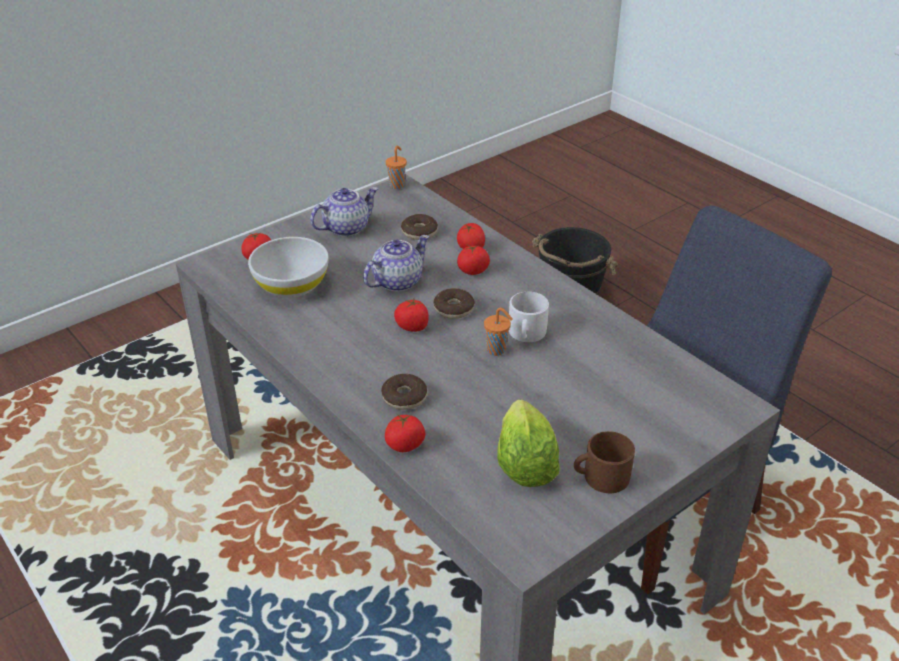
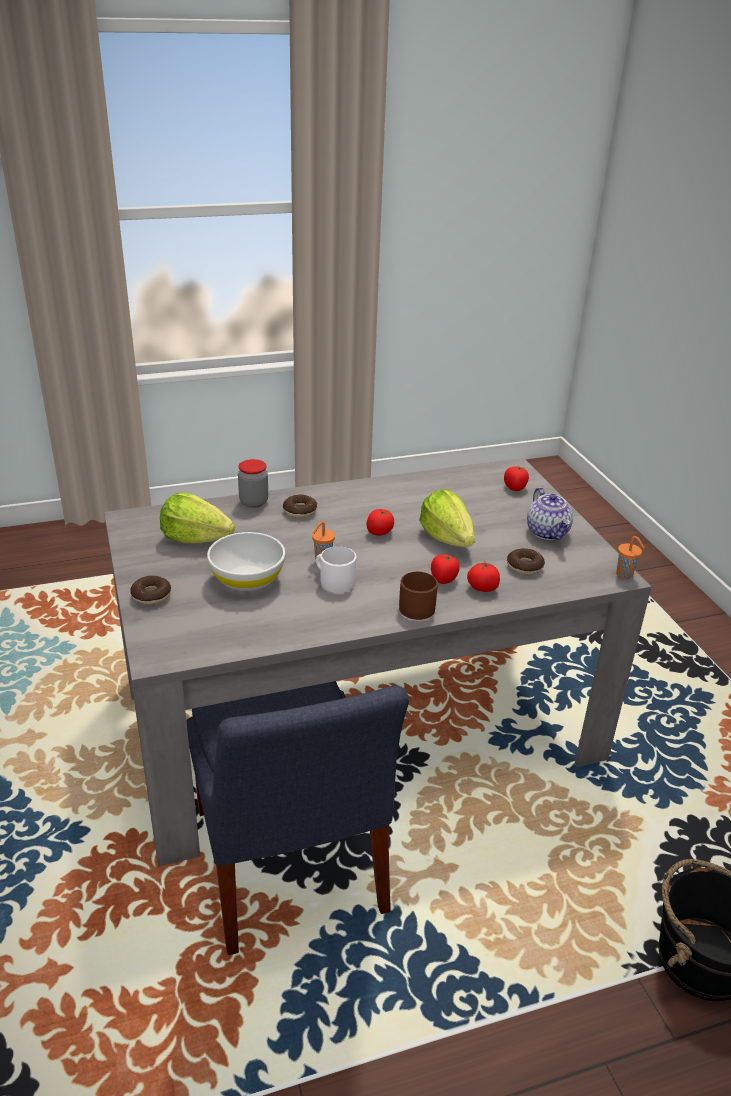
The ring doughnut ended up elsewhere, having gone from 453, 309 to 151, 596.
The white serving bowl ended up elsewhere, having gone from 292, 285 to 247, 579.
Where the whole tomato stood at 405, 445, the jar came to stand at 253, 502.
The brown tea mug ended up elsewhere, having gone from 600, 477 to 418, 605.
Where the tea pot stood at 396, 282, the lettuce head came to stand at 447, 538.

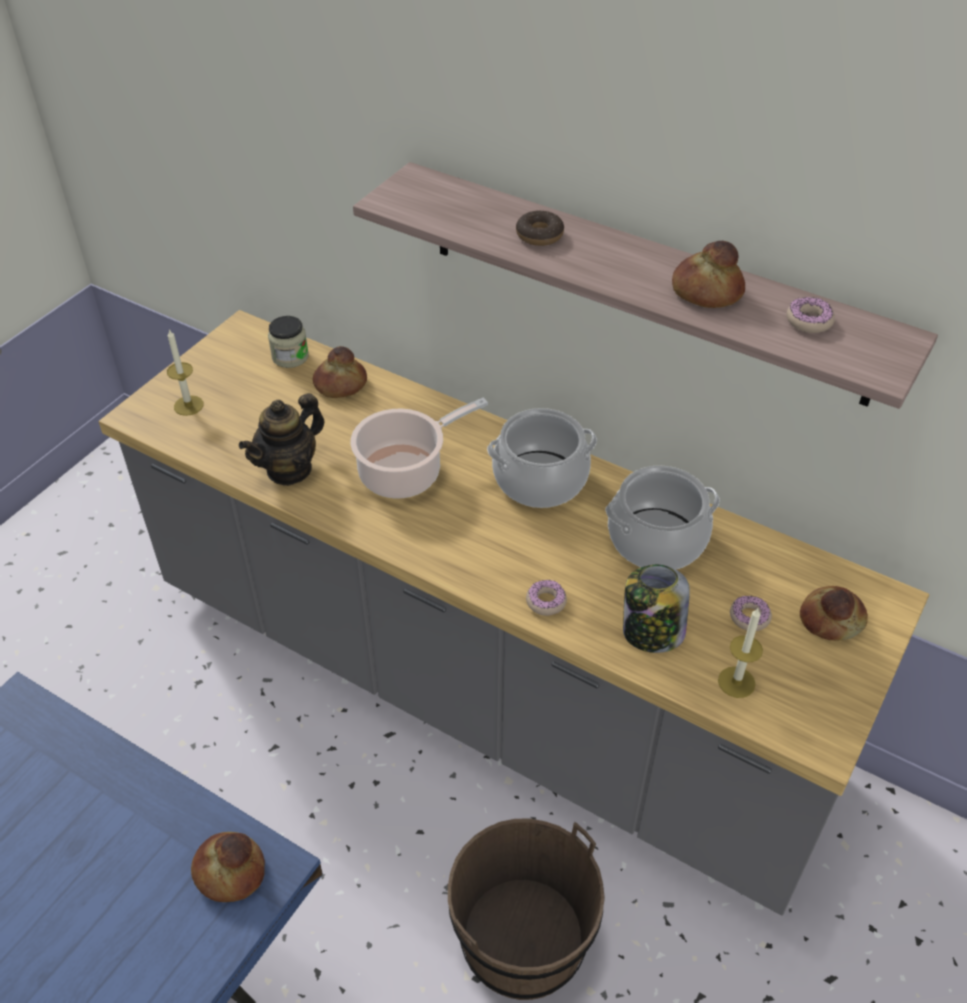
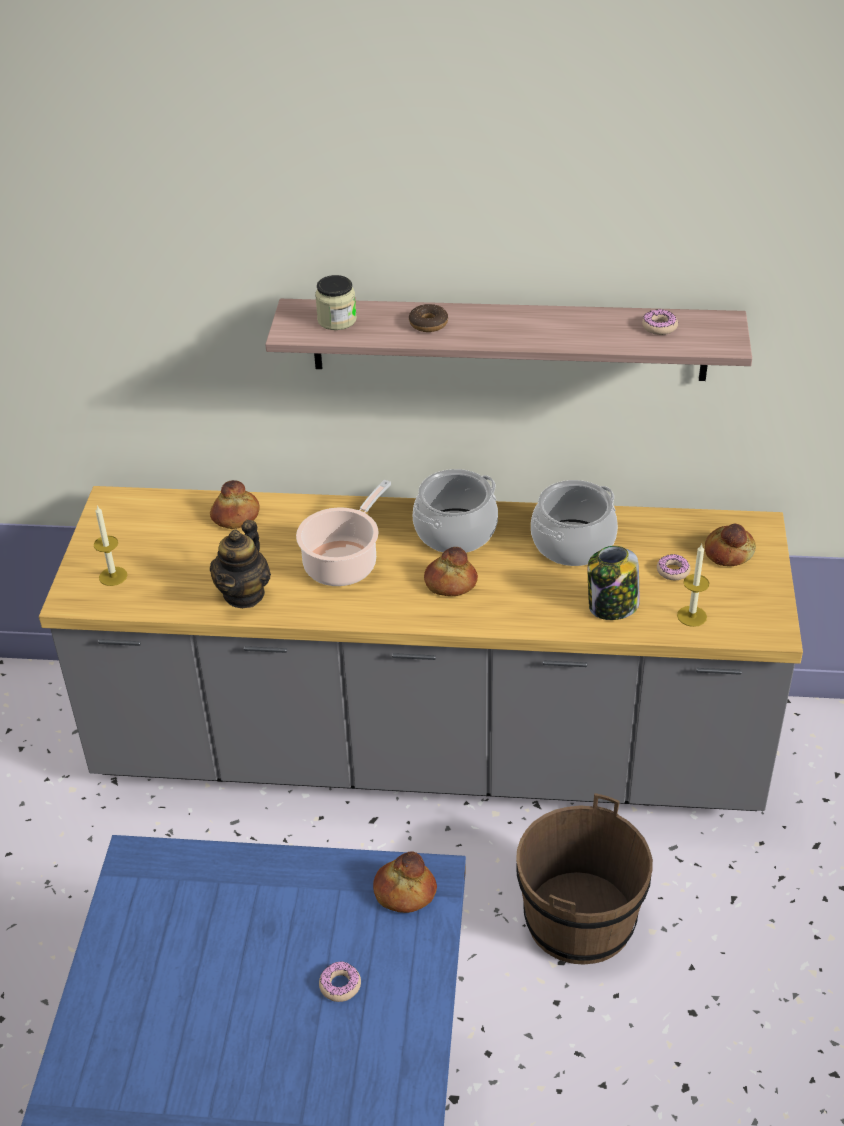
The jar ended up elsewhere, having gone from 290, 357 to 337, 320.
The ring doughnut ended up elsewhere, having gone from 546, 601 to 340, 985.
The baked bread ended up elsewhere, having gone from 705, 291 to 450, 583.

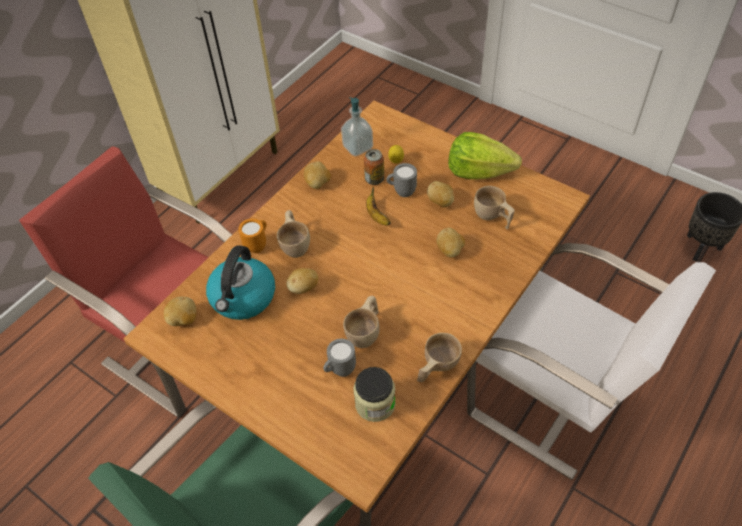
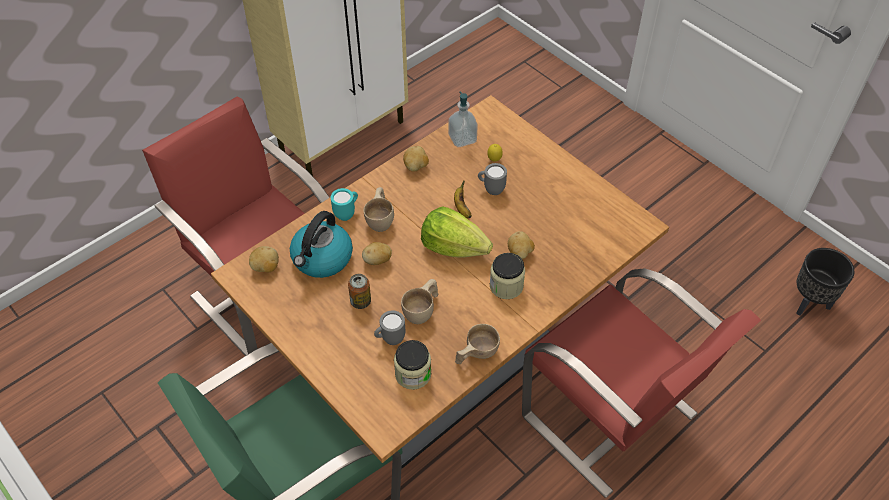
What was the orangey tea mug at 258, 245 turned into the turquoise tea mug at 347, 213.
The metal can ended up elsewhere, having gone from 374, 179 to 360, 301.
The lettuce head ended up elsewhere, having gone from 478, 171 to 453, 247.
The second view gained the jar at 506, 286.
What was the white plain chair at 553, 397 turned into the red-coloured plain chair at 611, 418.
The second view lost the spud at 440, 202.
The second view lost the sand-coloured cup at 492, 217.

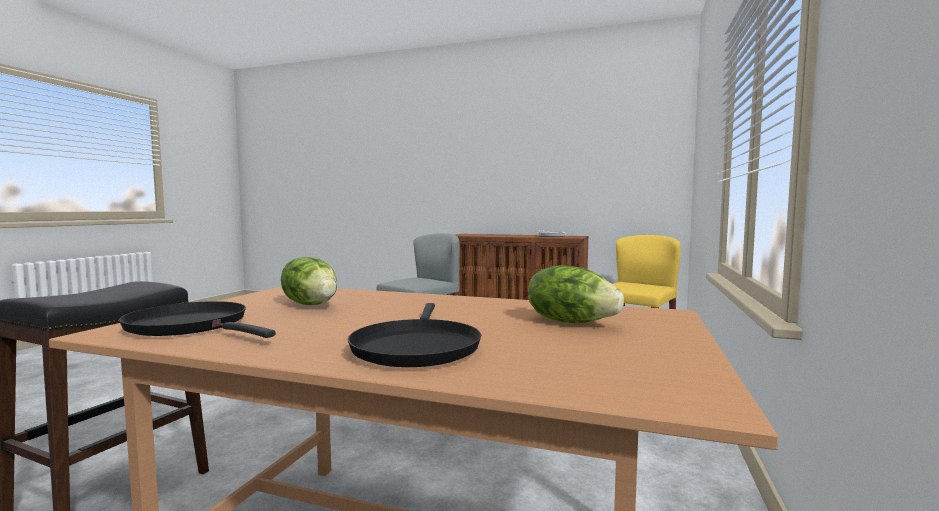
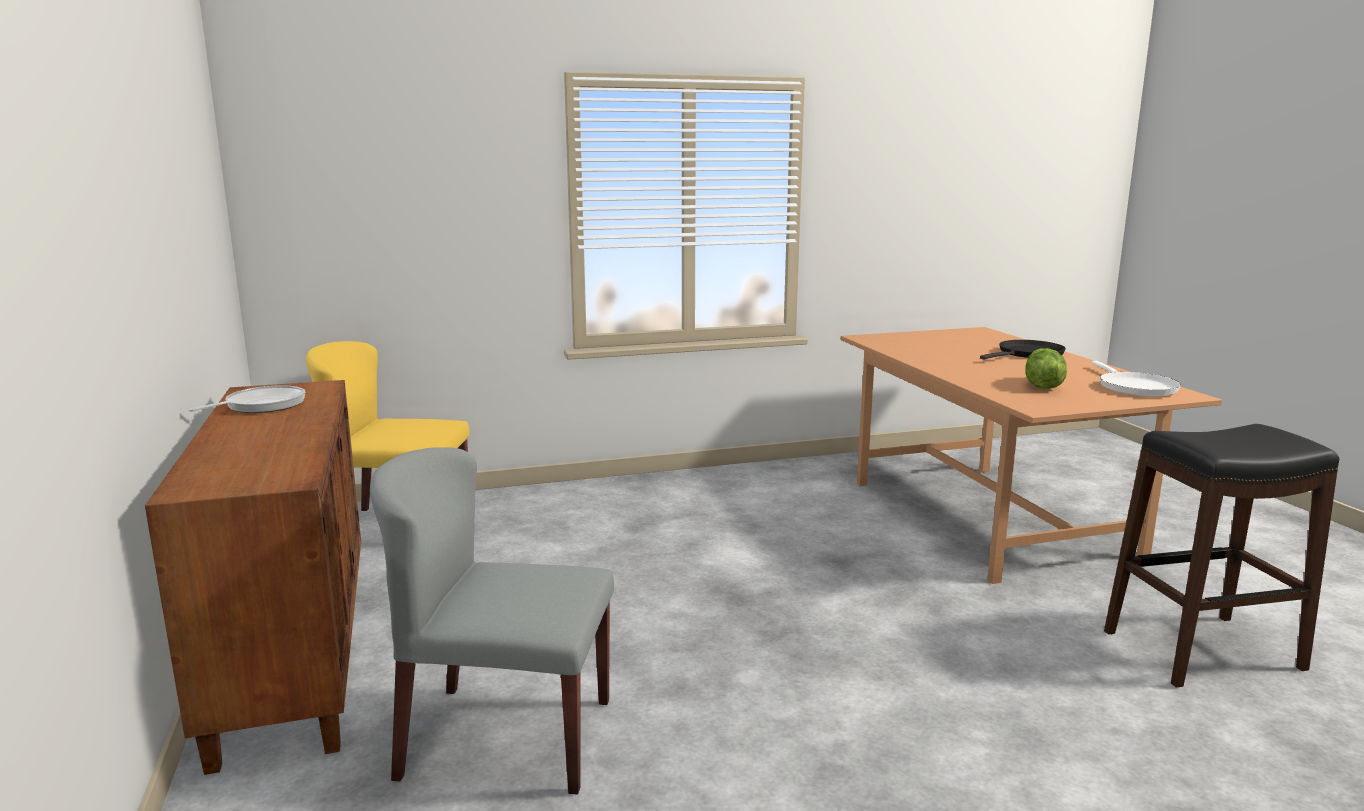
What was the black-coloured skillet at 192, 326 turned into the white skillet at 1134, 387.
The second view lost the lettuce head at 571, 322.

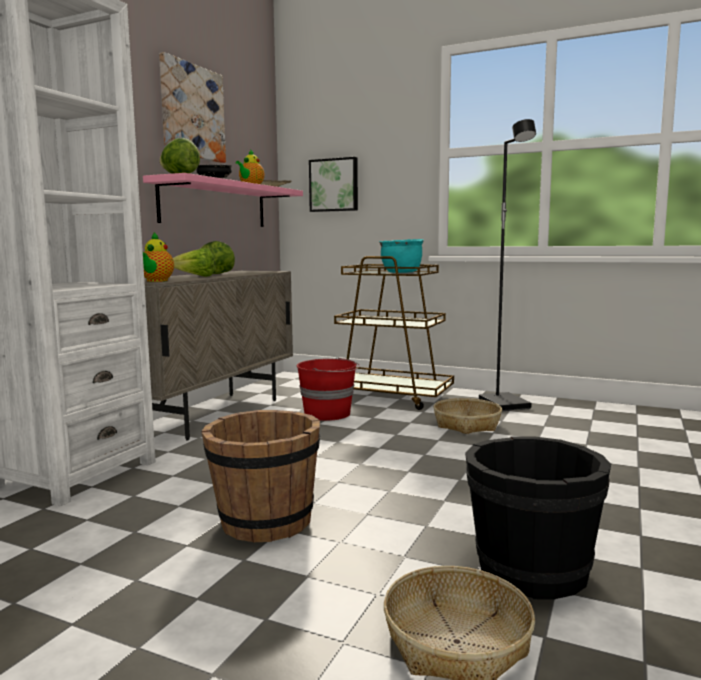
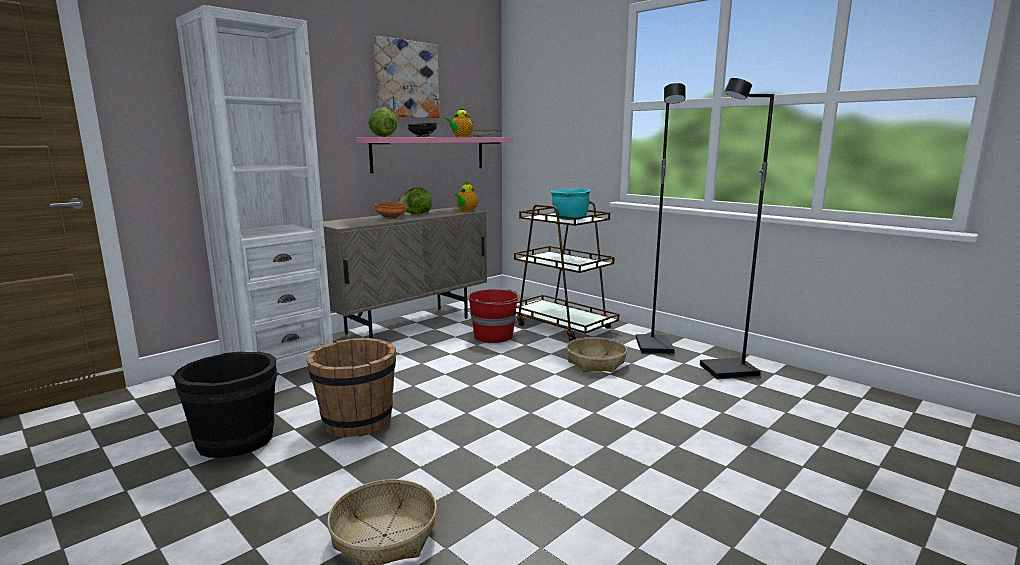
The black-coloured bucket ended up elsewhere, having gone from 530, 570 to 236, 440.
Where the lettuce head stood at 196, 276, the orangey serving bowl came to stand at 391, 218.
The tea pot ended up elsewhere, having gone from 156, 281 to 466, 211.
The second view gained the black-coloured standing lamp at 728, 371.
The second view lost the wall picture at 334, 185.

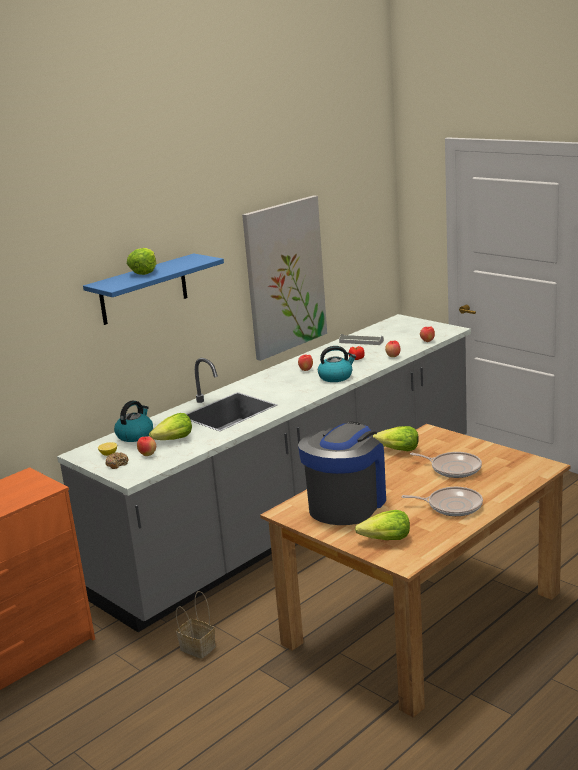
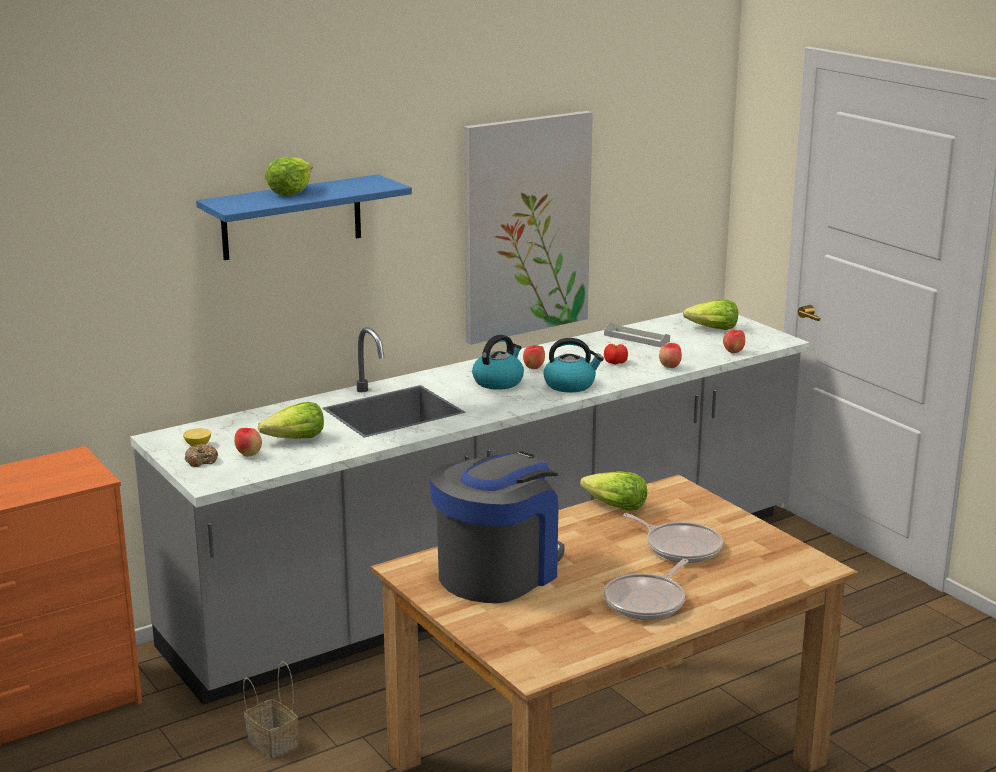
The tea kettle ended up elsewhere, having gone from 135, 435 to 498, 382.
The skillet at 452, 506 ended up facing another way, 105 degrees clockwise from before.
The lettuce head ended up elsewhere, having gone from 386, 540 to 712, 329.

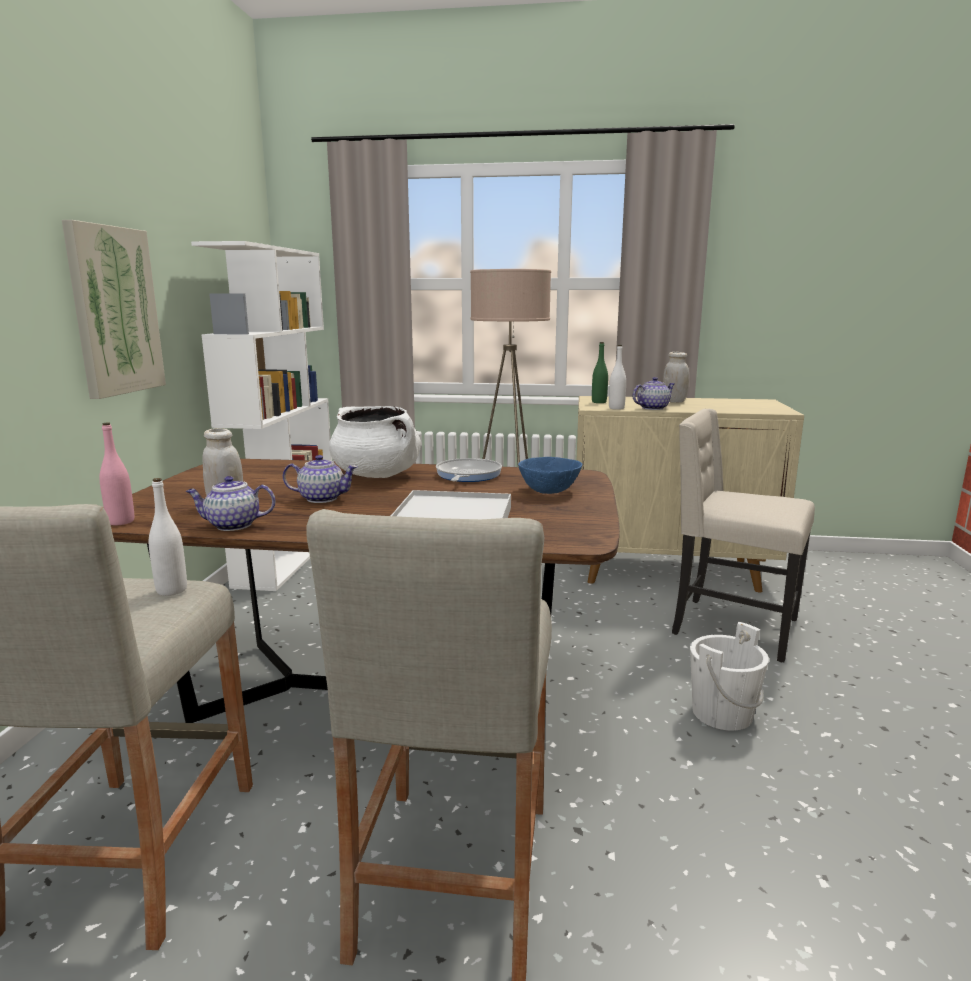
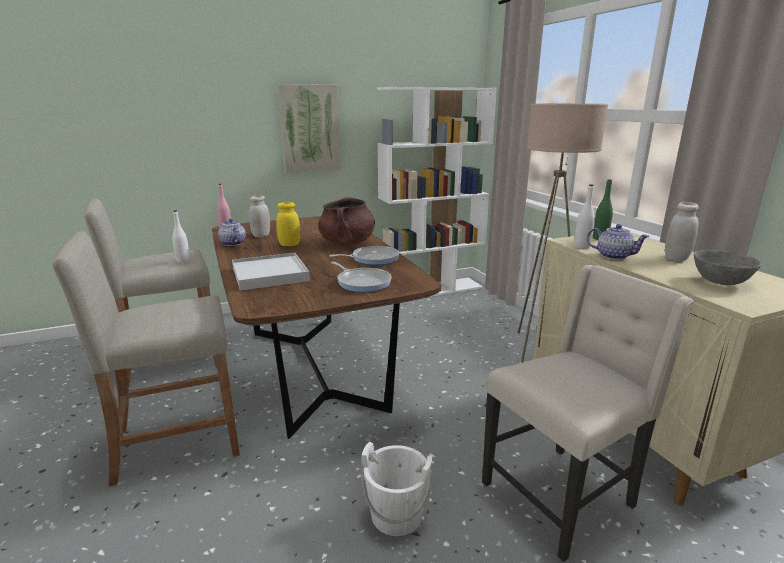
Where the tea pot stood at 321, 498, the yellow jar came to stand at 289, 245.
What was the white stockpot at 377, 475 turned into the brown stockpot at 347, 243.
Where the bluish serving bowl stood at 549, 491, the skillet came to stand at 362, 282.
The sand-coloured plain chair at 731, 627 ended up facing another way, 60 degrees clockwise from before.
The second view gained the grey serving bowl at 720, 281.

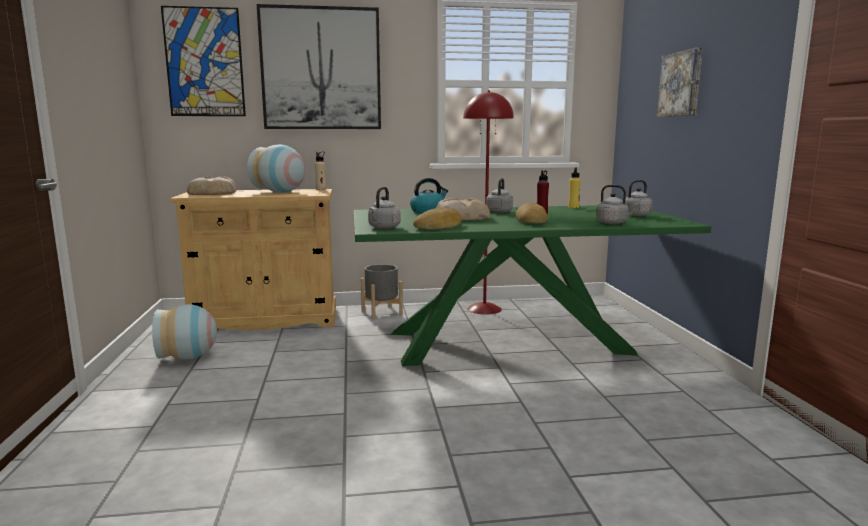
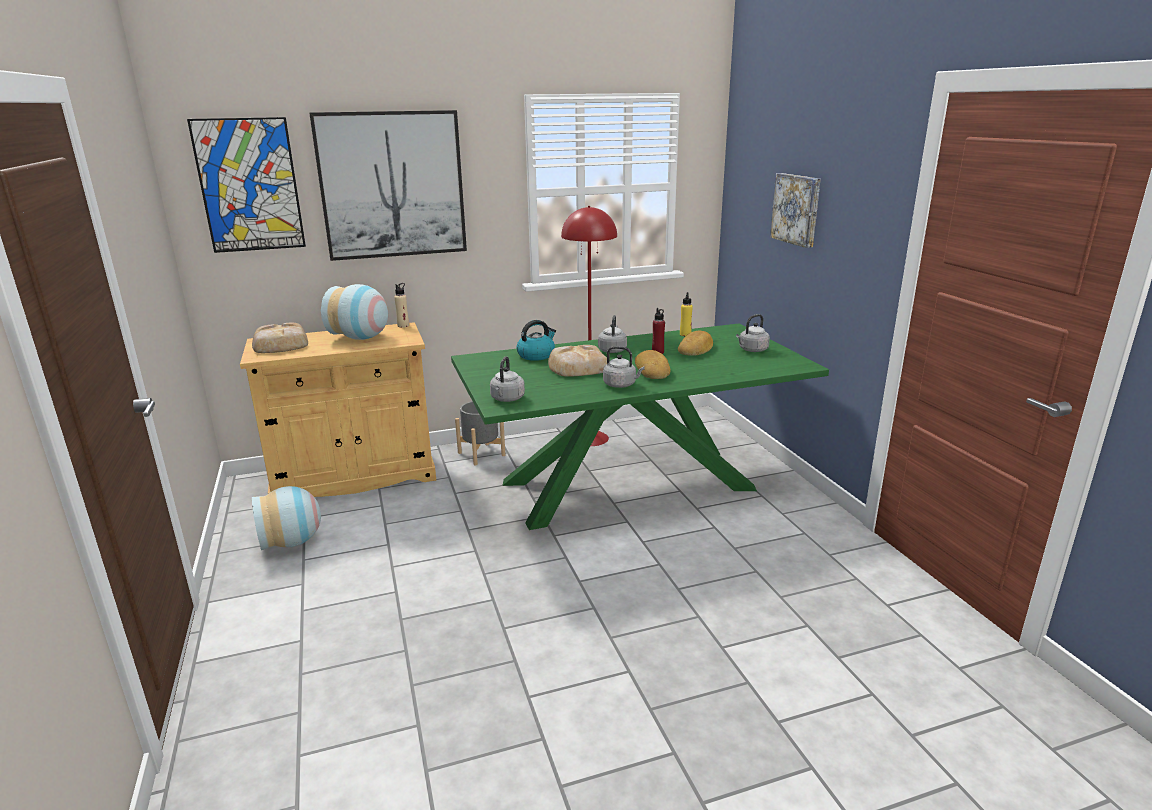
The grey tea kettle ended up elsewhere, having gone from 613, 223 to 621, 385.
The baked bread ended up elsewhere, having gone from 439, 226 to 696, 349.

